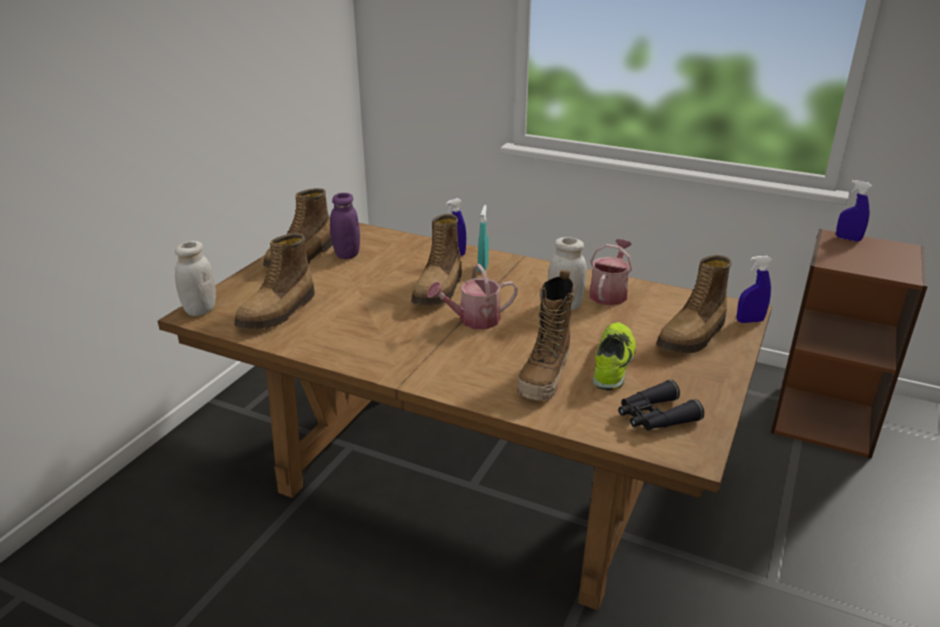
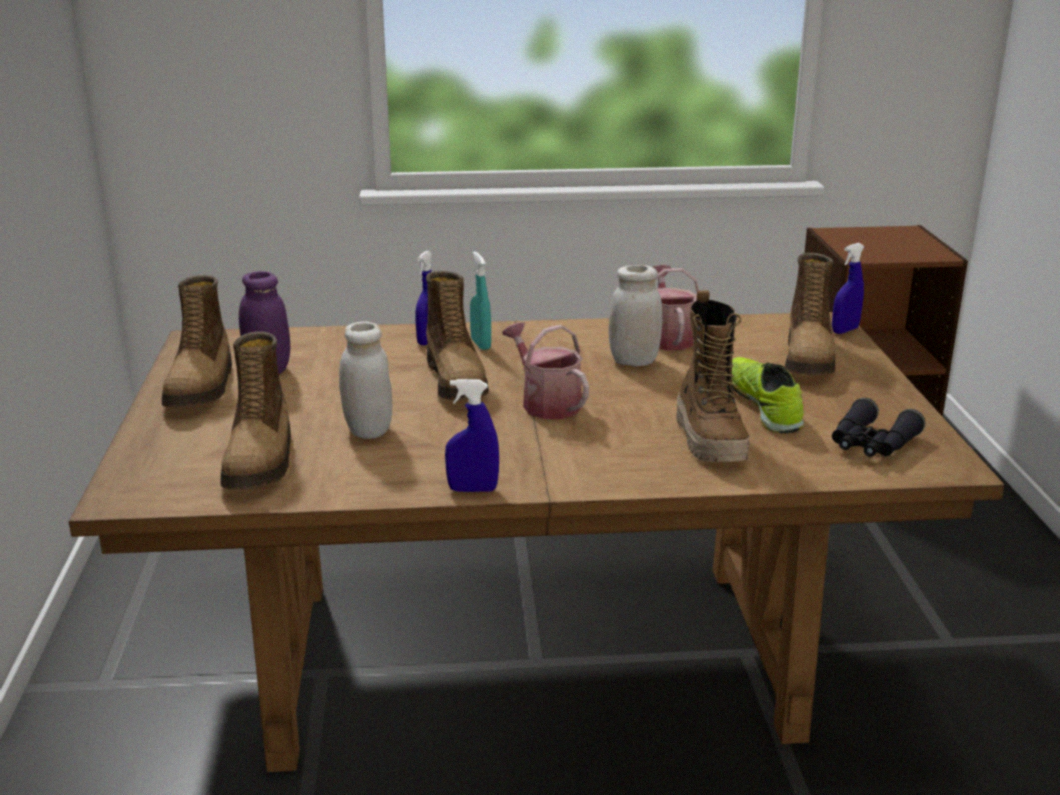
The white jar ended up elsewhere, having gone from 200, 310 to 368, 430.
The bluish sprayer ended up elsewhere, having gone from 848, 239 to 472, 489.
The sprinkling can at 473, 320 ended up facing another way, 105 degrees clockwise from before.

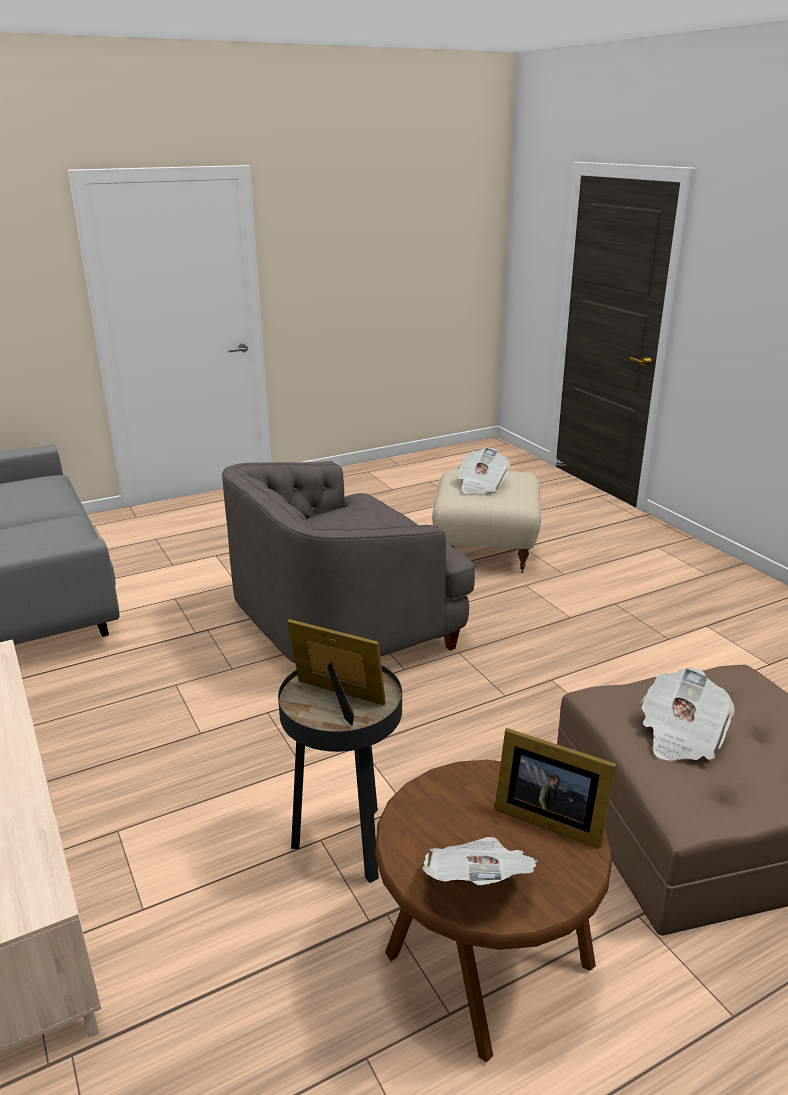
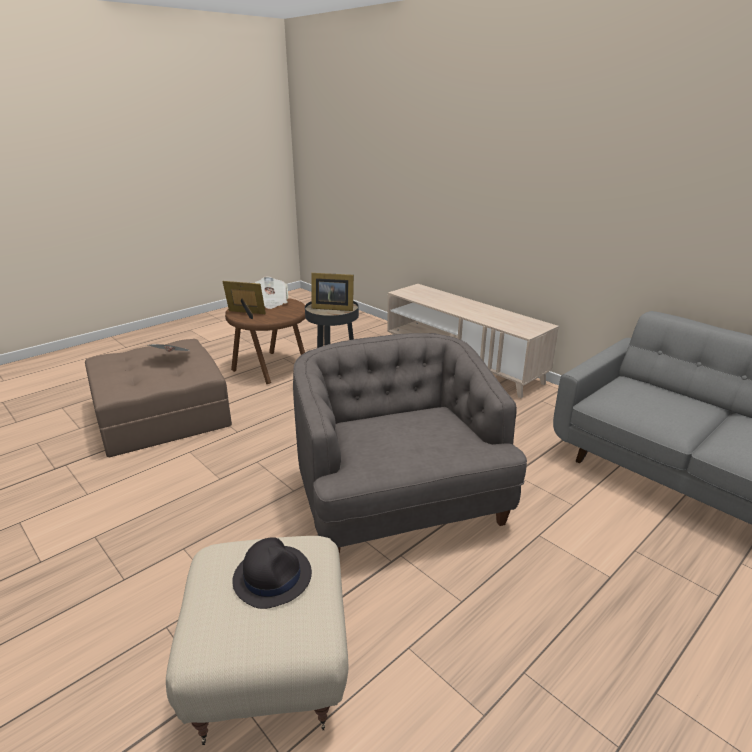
Where the daily paper stood at 481, 485, the black-coloured wearable hat came to stand at 272, 576.
The grey lounge chair at 344, 626 ended up facing another way, 60 degrees counterclockwise from before.

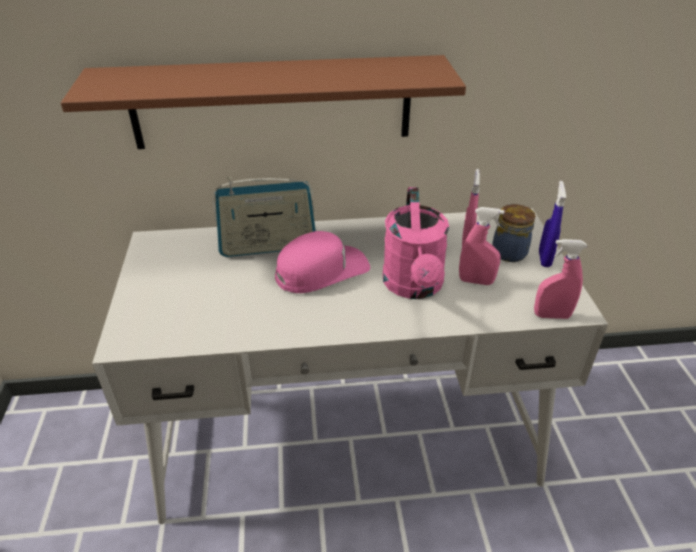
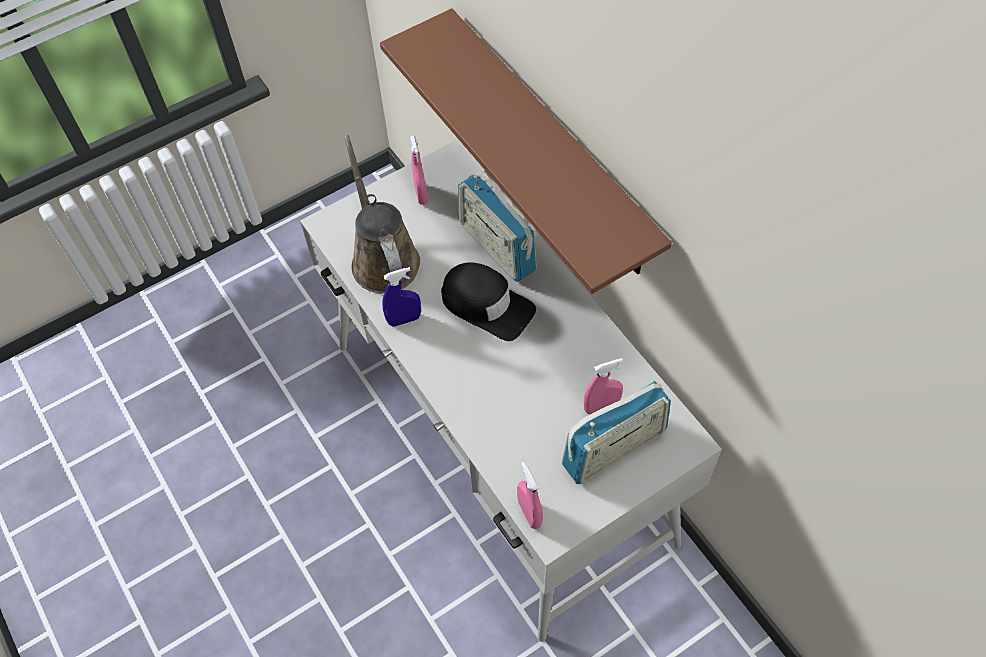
The second view gained the brown sprinkling can at 383, 258.
The bluish sprayer ended up elsewhere, having gone from 544, 259 to 404, 319.
The pinkish sprayer ended up elsewhere, having gone from 476, 281 to 421, 194.
What was the pinkish cap at 322, 270 turned into the black-coloured cap at 486, 305.
Where the jar stood at 508, 252, the radio receiver came to stand at 614, 448.
The second view lost the pinkish sprinkling can at 414, 287.

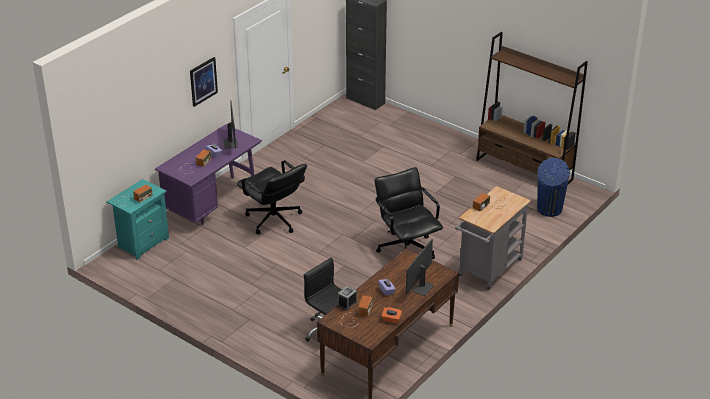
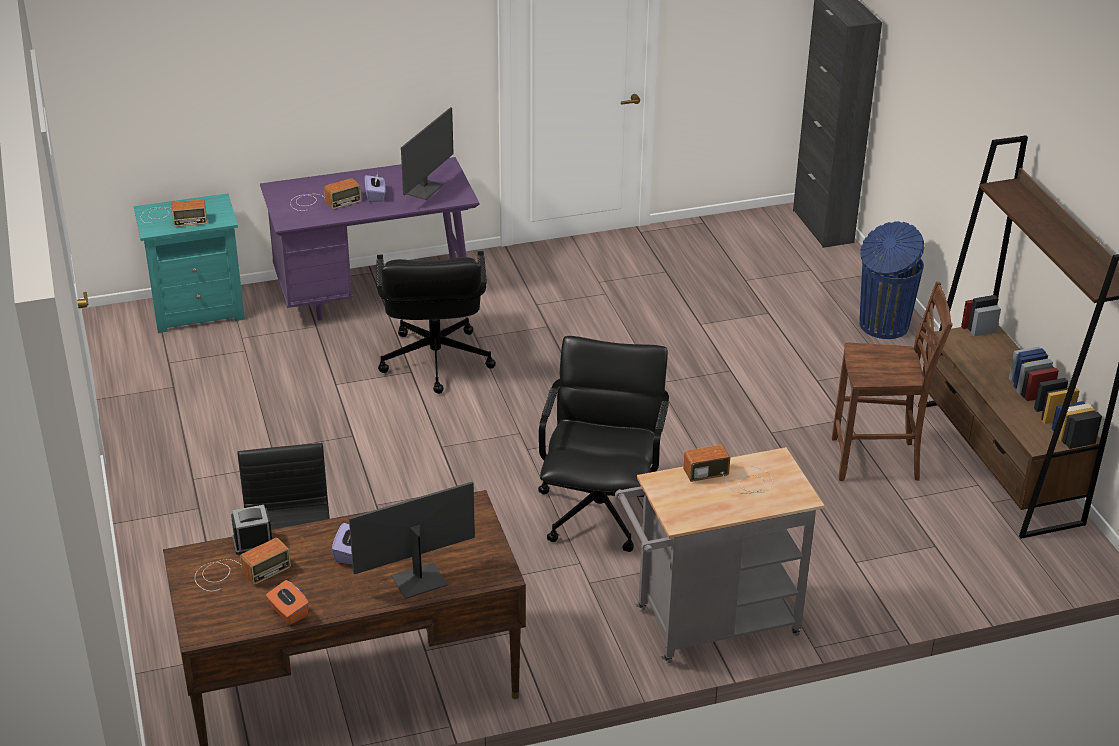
The second view gained the brown plain chair at 877, 461.
The bluish trash can ended up elsewhere, having gone from 549, 209 to 882, 325.
The second view lost the wall picture at 203, 81.

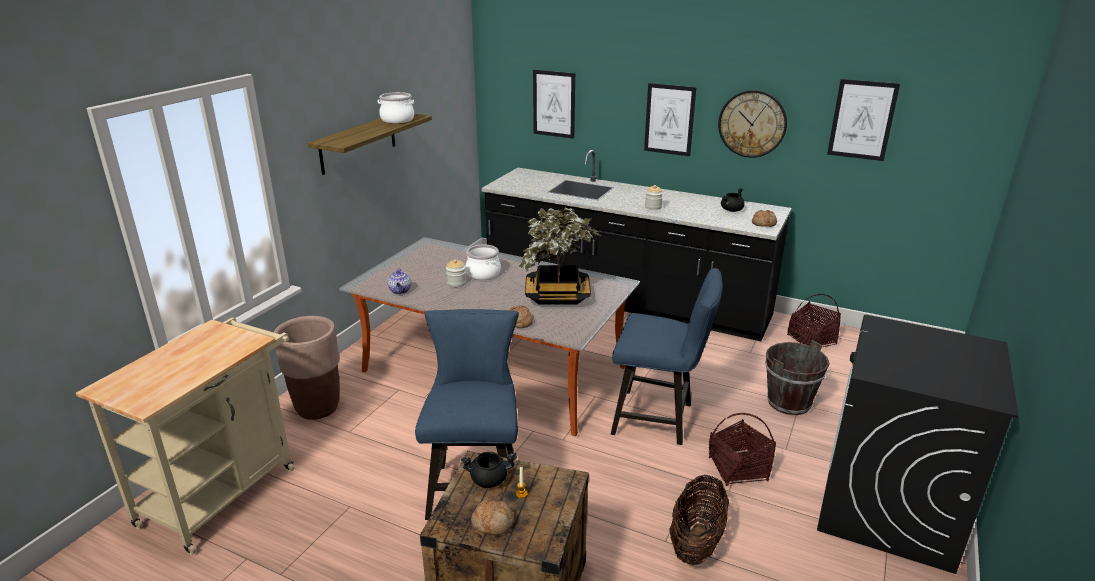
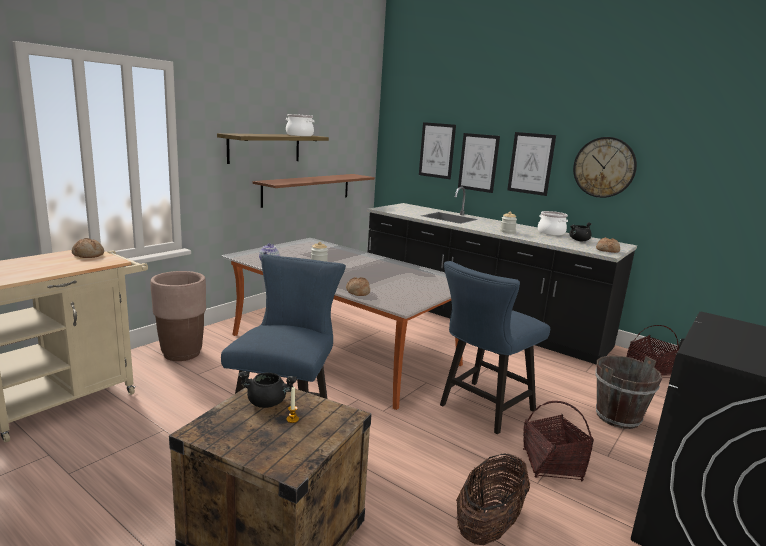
The baked bread ended up elsewhere, having gone from 493, 523 to 88, 255.
The second view gained the brown shelf at 307, 189.
The bluish plain chair at 659, 419 ended up facing another way, 105 degrees clockwise from before.
The wall picture ended up elsewhere, having gone from 862, 120 to 478, 162.
The stockpot ended up elsewhere, having gone from 483, 273 to 551, 232.
The second view lost the houseplant at 558, 295.

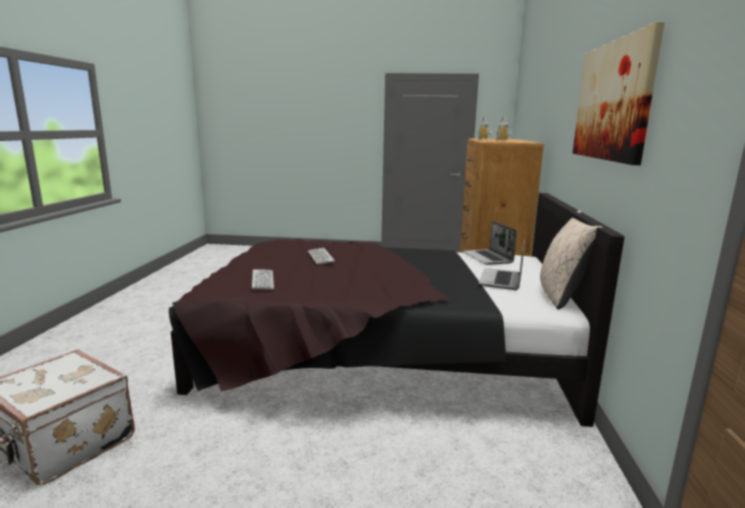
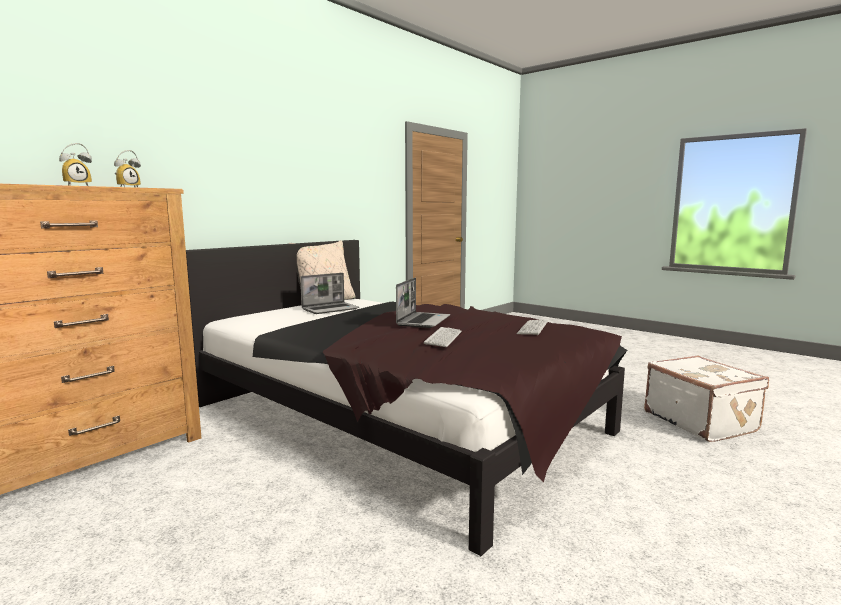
The notebook computer ended up elsewhere, having gone from 488, 258 to 423, 321.
The second view lost the wall picture at 612, 101.

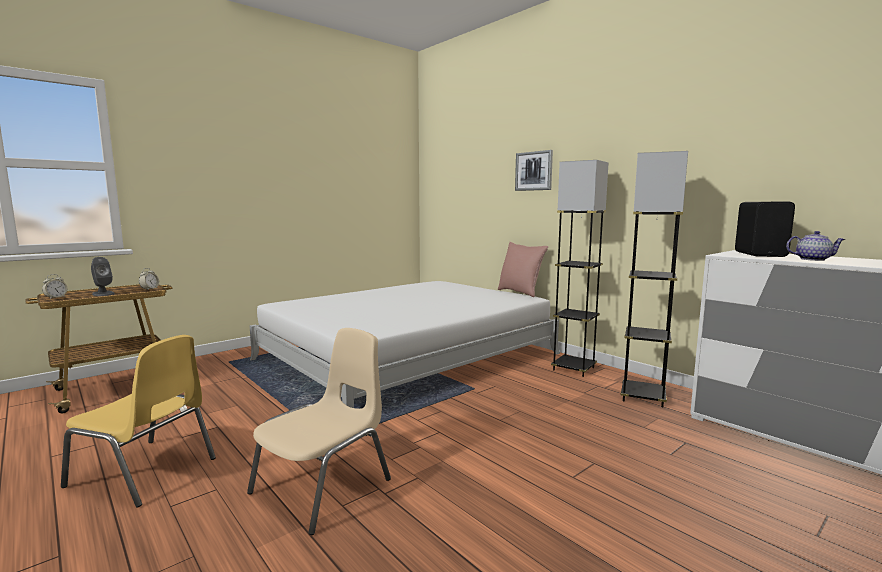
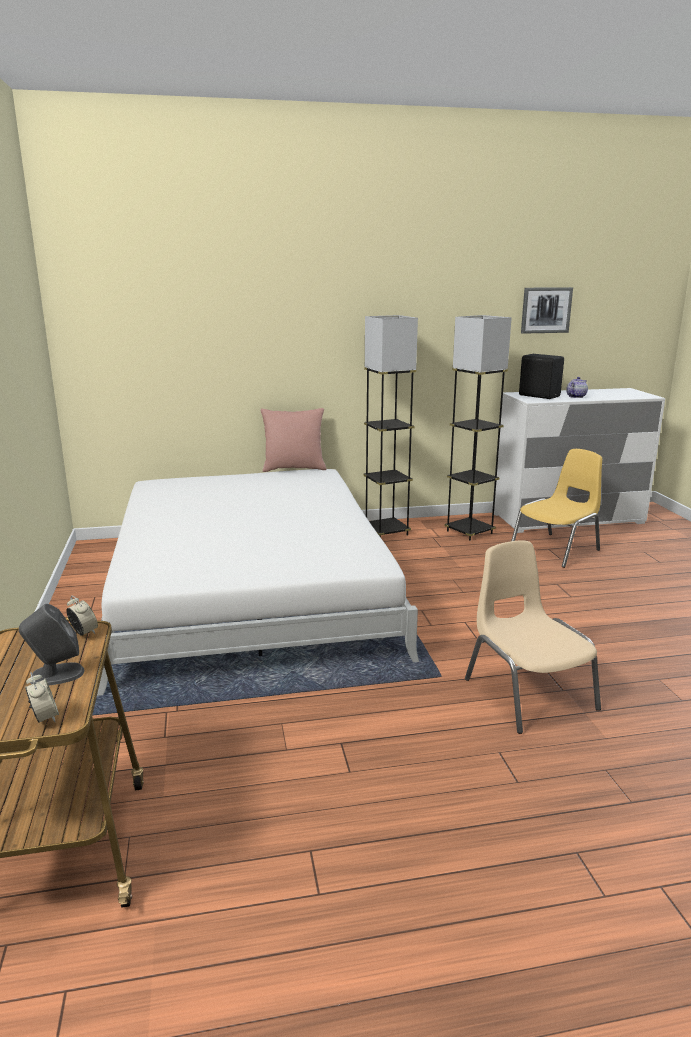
The yellow plain chair ended up elsewhere, having gone from 145, 472 to 556, 549.
The wall picture ended up elsewhere, having gone from 534, 171 to 546, 310.

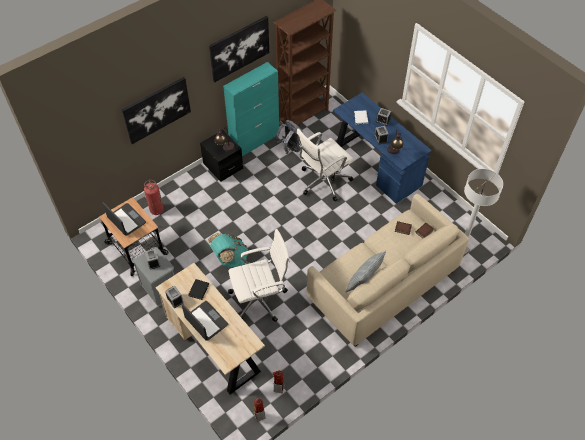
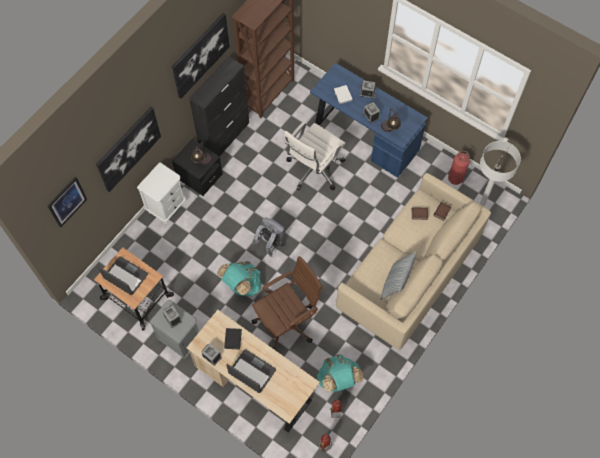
The second view gained the wall picture at 67, 201.
The second view gained the white nightstand at 167, 207.
What was the turquoise cupboard at 255, 141 turned into the black-coloured cupboard at 225, 137.
The grey backpack ended up elsewhere, having gone from 290, 148 to 271, 244.
What was the white office chair at 260, 299 turned into the brown office chair at 287, 321.
The second view gained the turquoise backpack at 338, 379.
The extinguisher ended up elsewhere, having gone from 156, 210 to 455, 178.

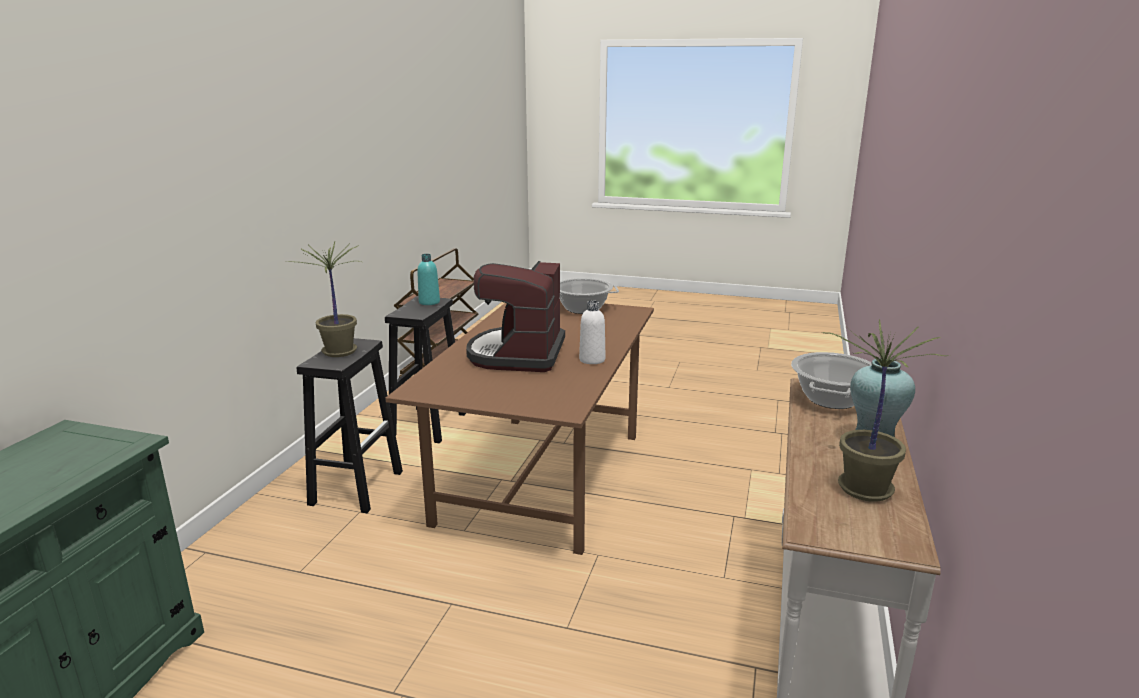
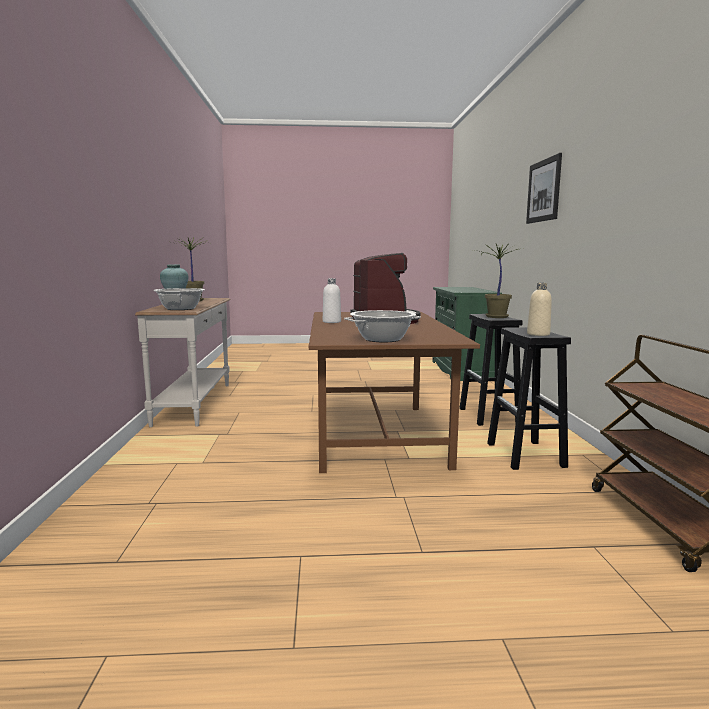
The second view gained the wall picture at 543, 190.
What was the turquoise bottle at 429, 302 turned into the sand-coloured bottle at 538, 334.

